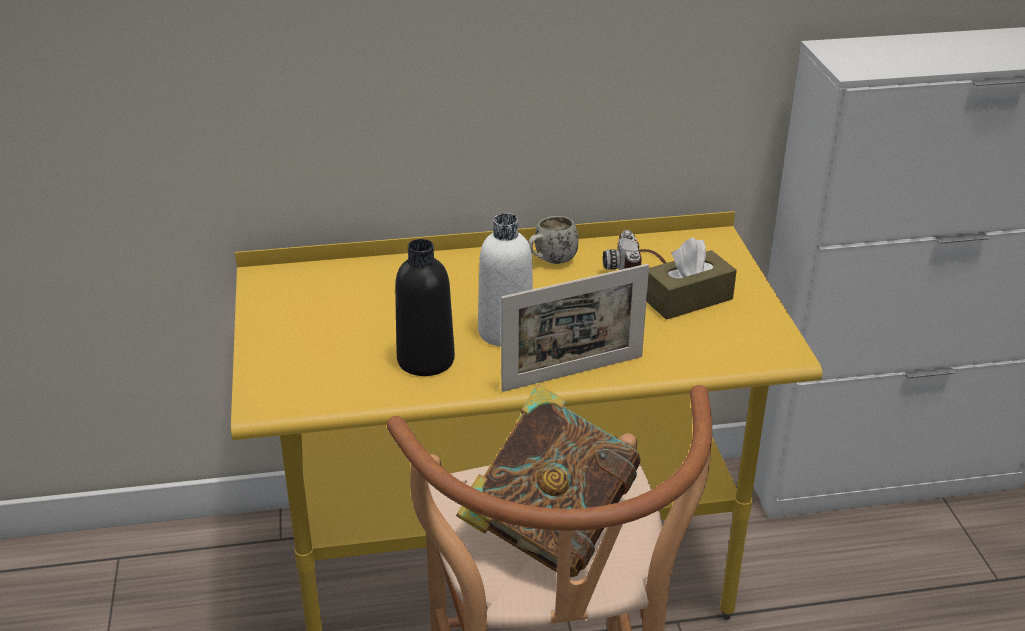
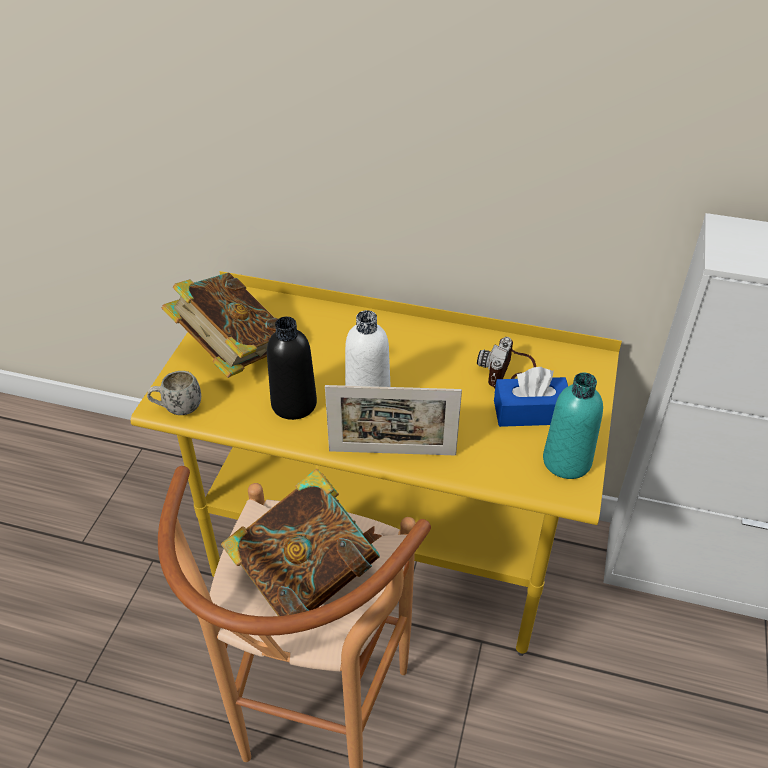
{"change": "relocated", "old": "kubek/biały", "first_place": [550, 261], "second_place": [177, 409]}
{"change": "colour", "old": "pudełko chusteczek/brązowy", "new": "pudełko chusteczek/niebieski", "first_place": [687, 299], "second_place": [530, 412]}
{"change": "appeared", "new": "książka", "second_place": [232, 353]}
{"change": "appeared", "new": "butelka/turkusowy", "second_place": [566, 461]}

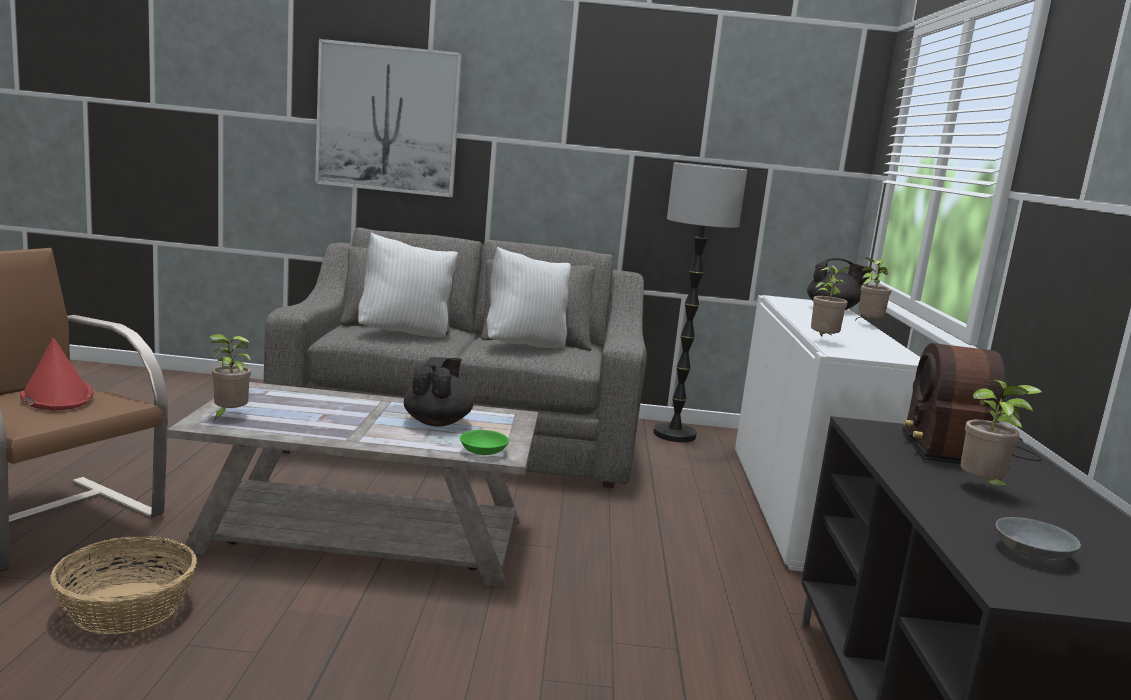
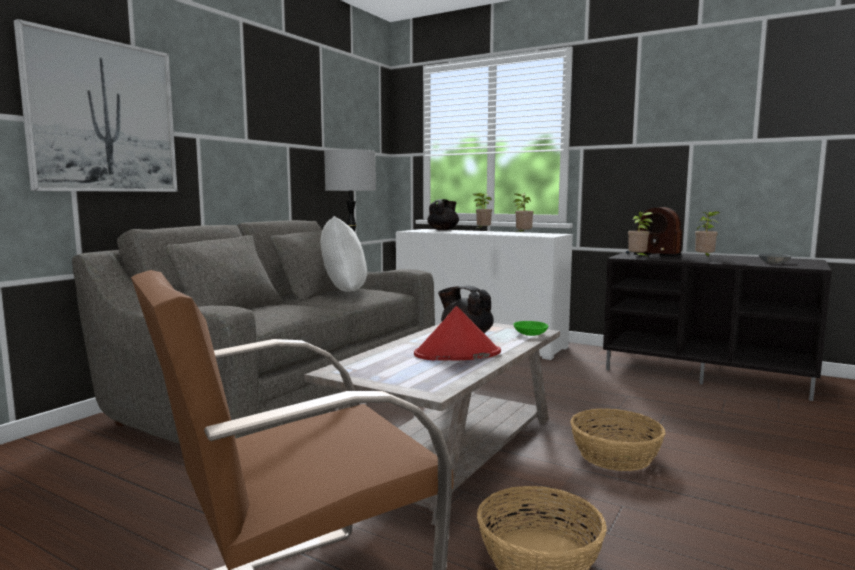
{"change": "relocated", "old": "kapelusz/czerwony", "first_place": [56, 396], "second_place": [457, 354]}
{"change": "relocated", "old": "roślina doniczkowa", "first_place": [229, 416], "second_place": [638, 258]}
{"change": "missing", "old": "poduszka/biały", "first_place": [405, 333]}
{"change": "appeared", "new": "koszyk", "second_place": [615, 455]}

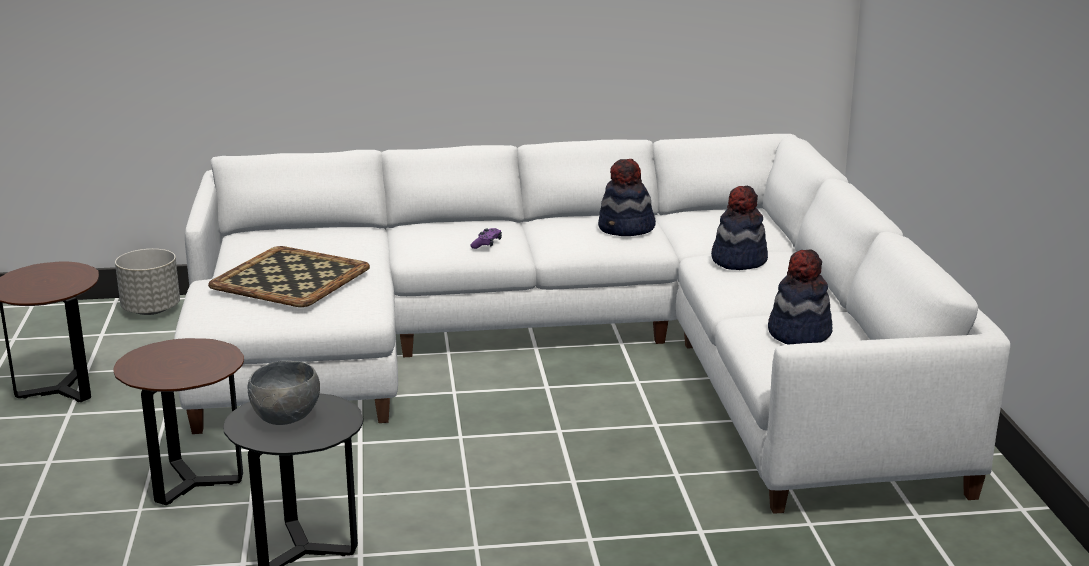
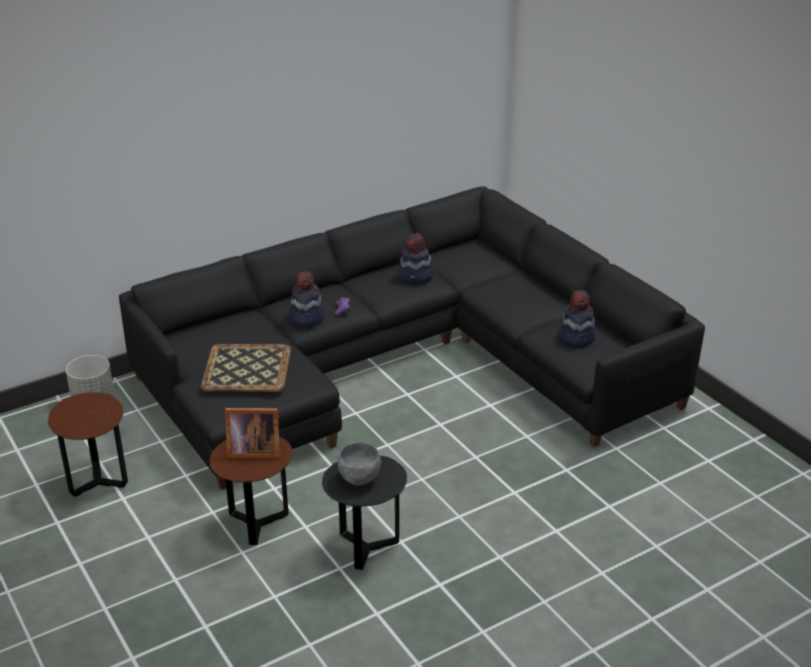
{"change": "colour", "old": "kanapa/biały", "new": "kanapa/czarny", "first_place": [577, 352], "second_place": [404, 363]}
{"change": "relocated", "old": "kapelusz", "first_place": [738, 260], "second_place": [306, 317]}
{"change": "appeared", "new": "ramka na zdjęcie", "second_place": [252, 450]}

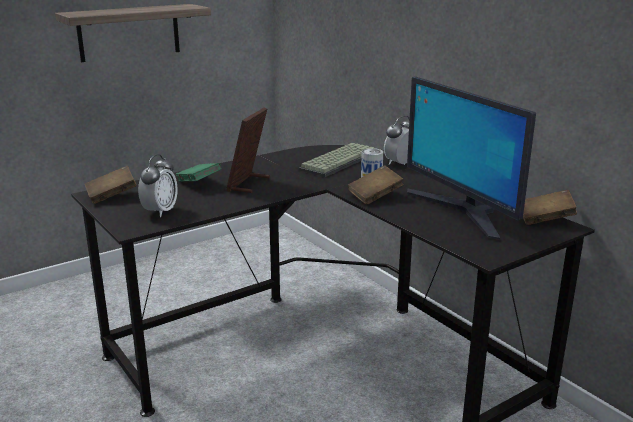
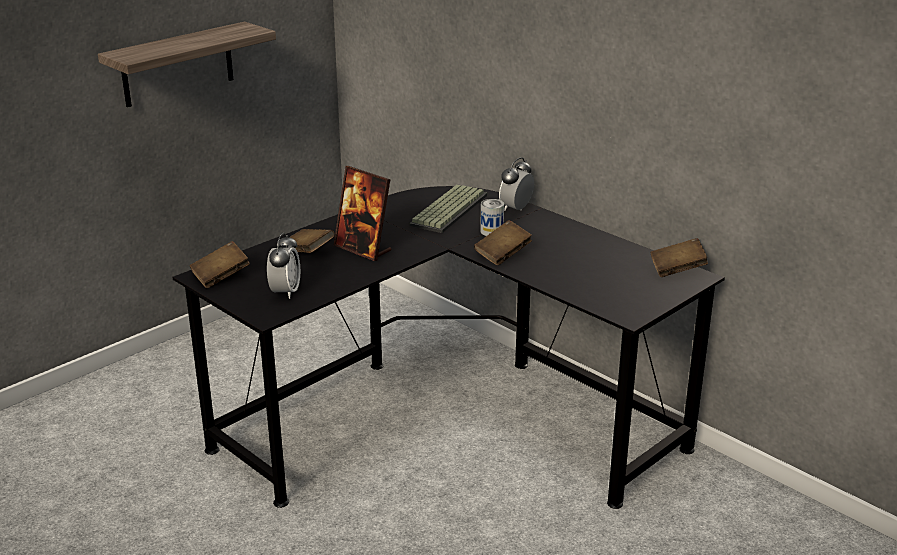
{"change": "colour", "old": "książka/zielony", "new": "książka/brązowy", "first_place": [199, 183], "second_place": [308, 252]}
{"change": "spun", "old": "ramka na zdjęcie", "first_place": [248, 184], "second_place": [363, 249], "degrees": -60}
{"change": "missing", "old": "monitor", "first_place": [462, 211]}

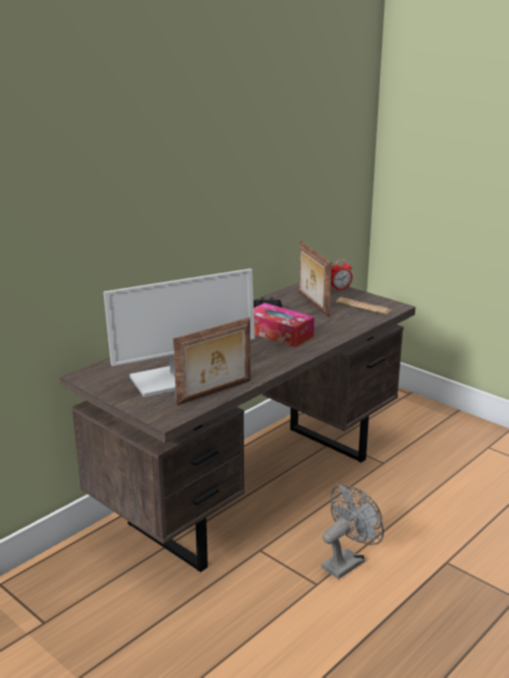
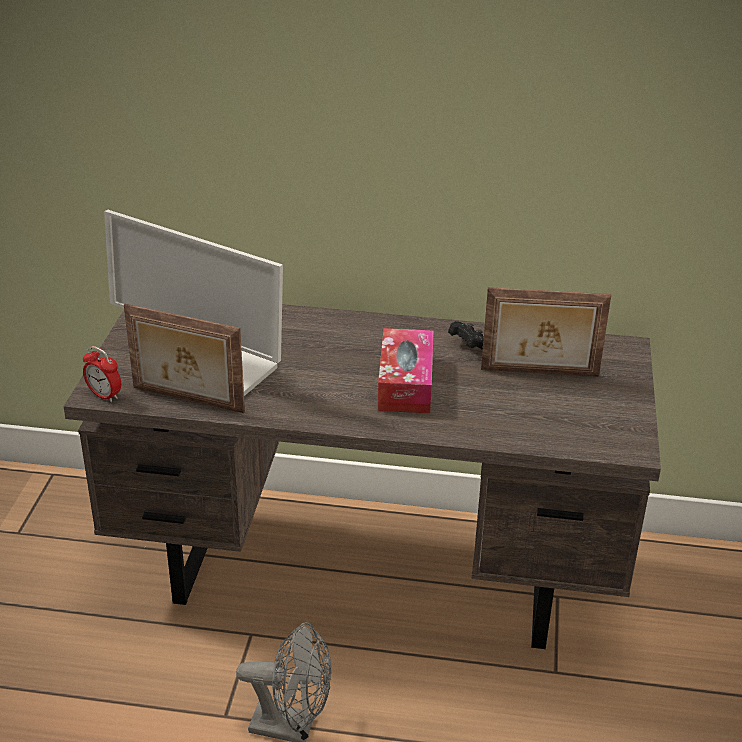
{"change": "spun", "old": "ramka na zdjęcie", "first_place": [312, 304], "second_place": [539, 373], "degrees": -120}
{"change": "relocated", "old": "budzik", "first_place": [340, 289], "second_place": [104, 395]}
{"change": "missing", "old": "gazeta", "first_place": [363, 307]}

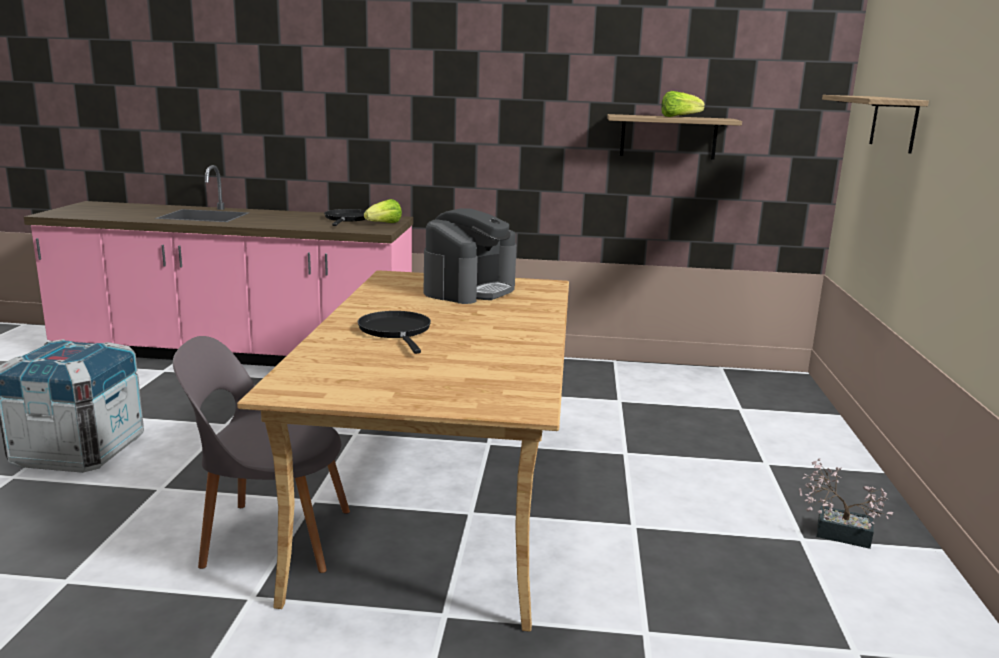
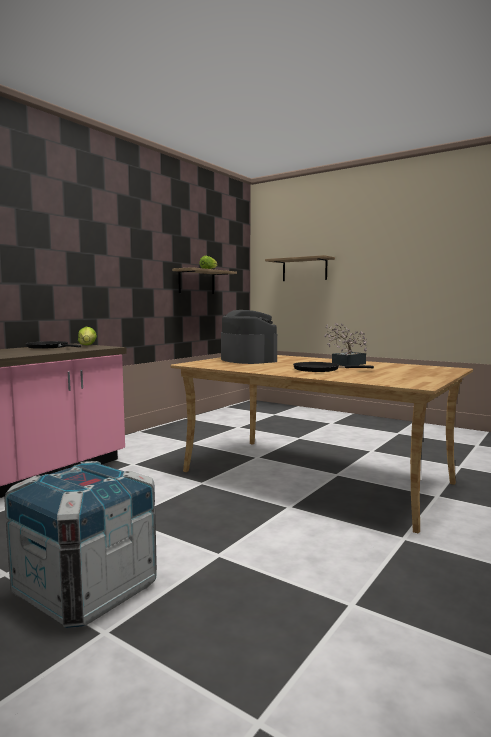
{"change": "missing", "old": "krzesło/szary", "first_place": [271, 537]}
{"change": "relocated", "old": "roślina doniczkowa", "first_place": [835, 532], "second_place": [345, 364]}

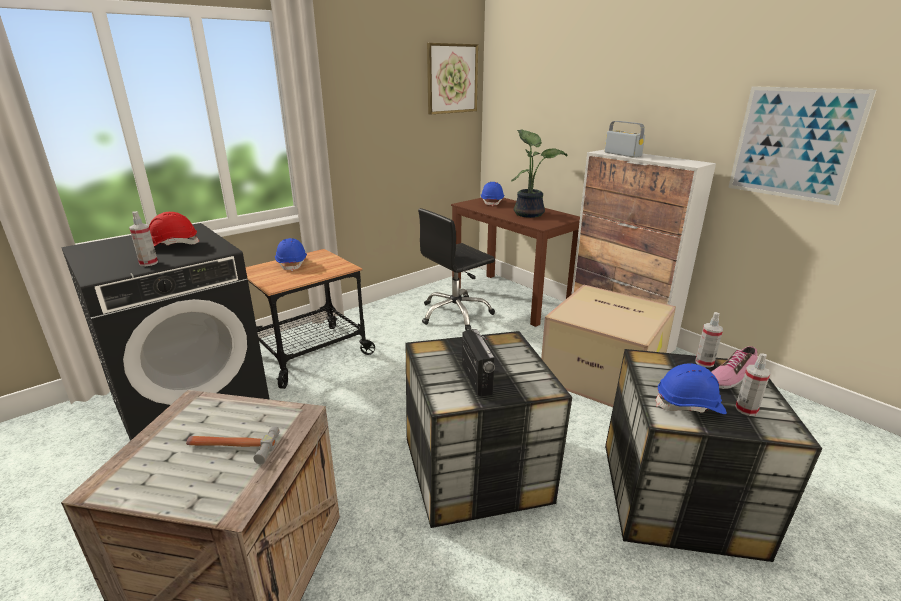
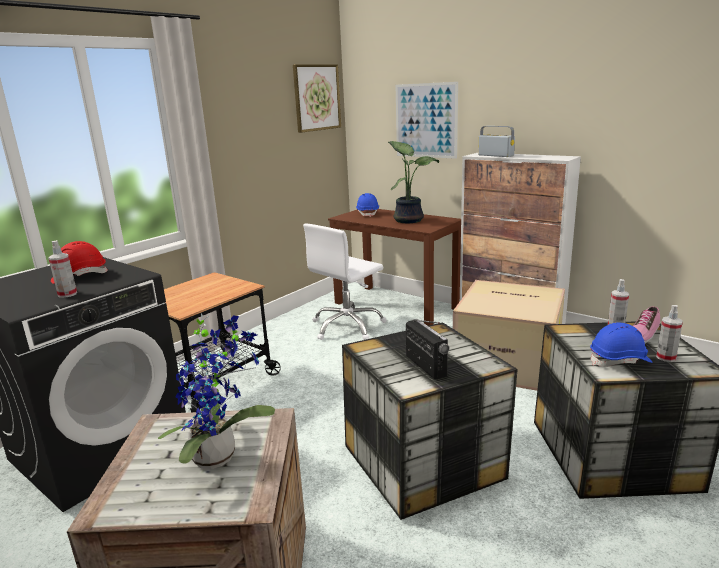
{"change": "exchanged", "old": "młotek", "new": "roślina doniczkowa", "first_place": [232, 447], "second_place": [220, 456]}
{"change": "missing", "old": "kask/niebieski", "first_place": [292, 264]}
{"change": "colour", "old": "krzesło biurowe/czarny", "new": "krzesło biurowe/biały", "first_place": [455, 314], "second_place": [347, 326]}
{"change": "relocated", "old": "obraz", "first_place": [794, 144], "second_place": [426, 120]}

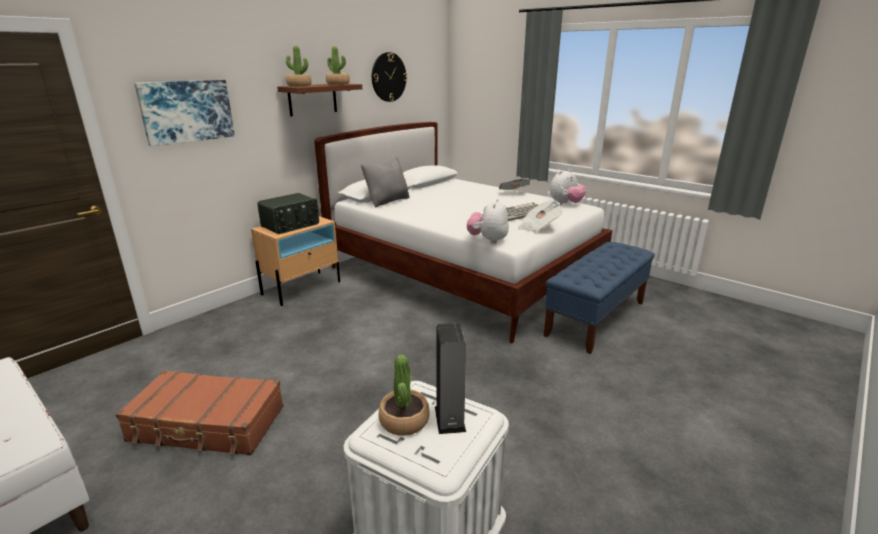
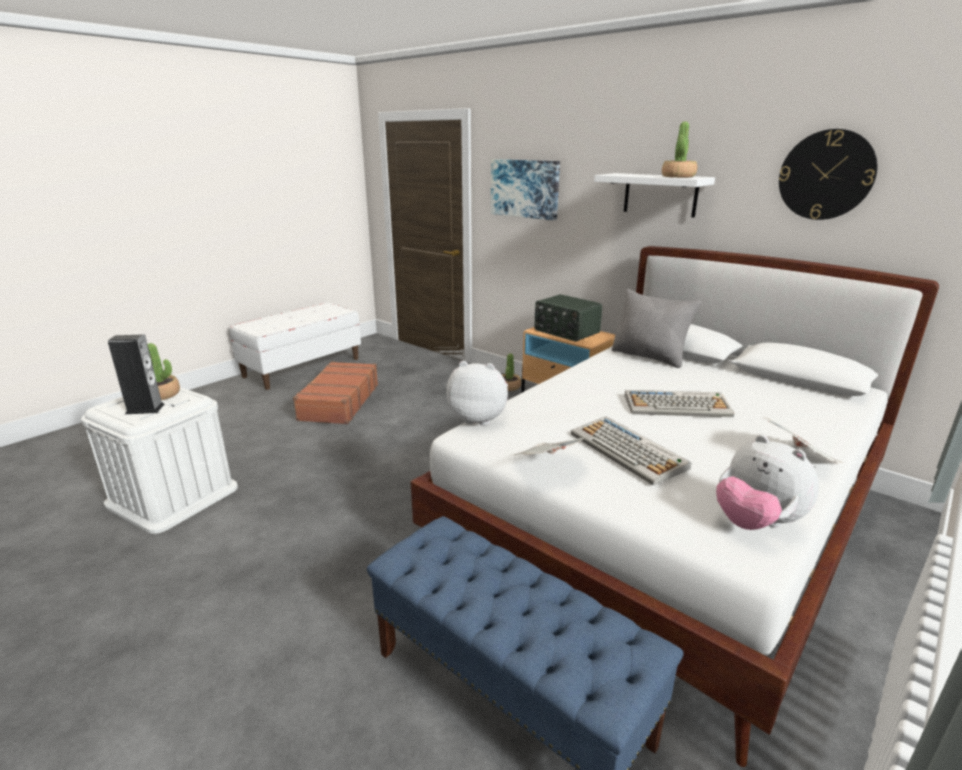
{"change": "colour", "old": "półka/brązowy", "new": "półka/biały", "first_place": [312, 99], "second_place": [660, 194]}
{"change": "relocated", "old": "roślina doniczkowa", "first_place": [299, 86], "second_place": [509, 387]}
{"change": "appeared", "new": "klawiatura", "second_place": [677, 405]}

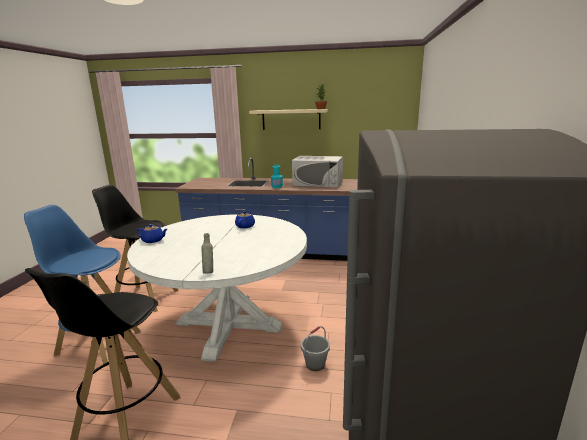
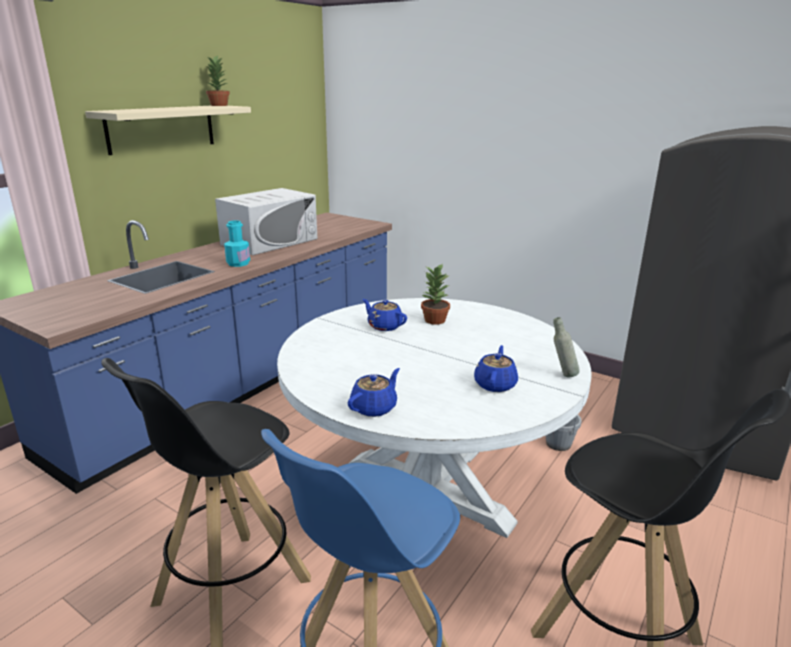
{"change": "appeared", "new": "roślina doniczkowa", "second_place": [434, 320]}
{"change": "appeared", "new": "imbryk/niebieski", "second_place": [495, 384]}

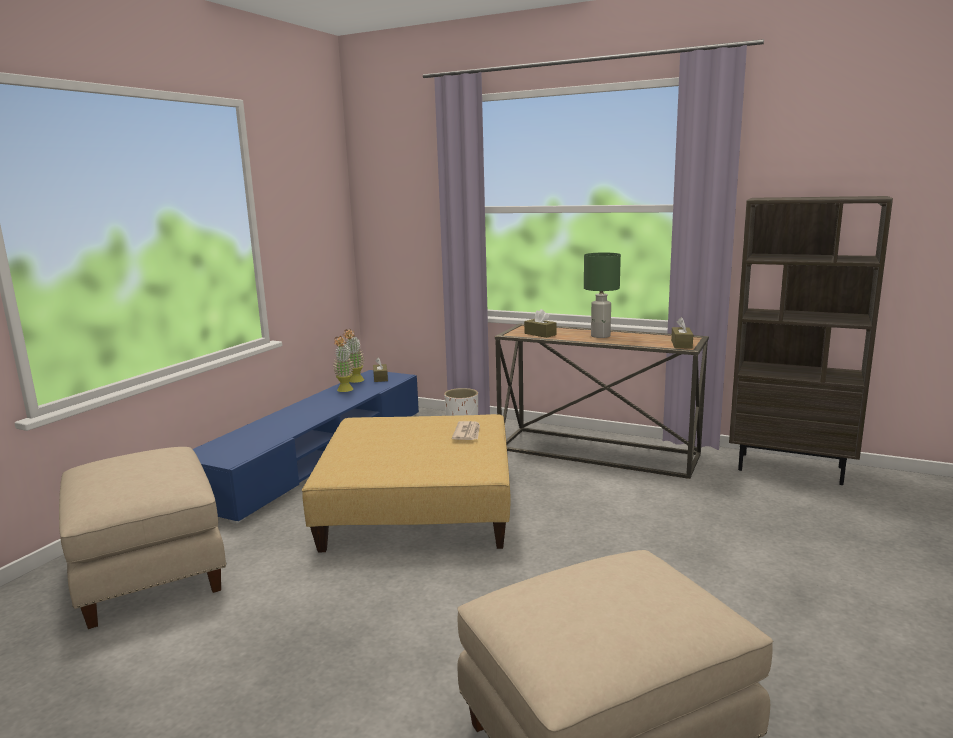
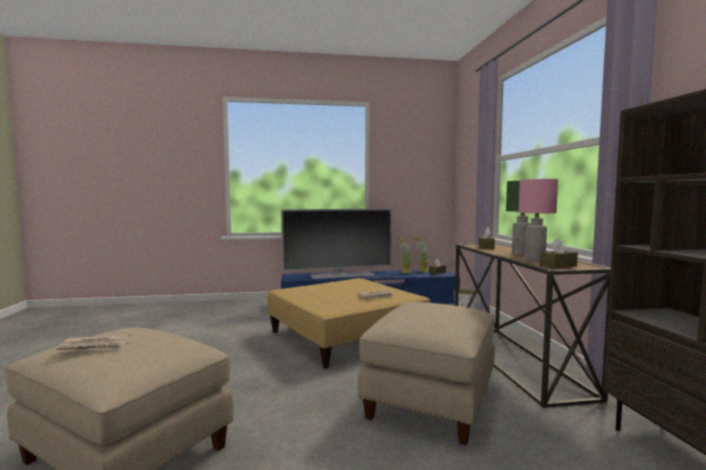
{"change": "relocated", "old": "pufa/beżowy", "first_place": [151, 571], "second_place": [432, 400]}
{"change": "appeared", "new": "gazeta", "second_place": [95, 347]}
{"change": "appeared", "new": "telewizor", "second_place": [341, 275]}
{"change": "appeared", "new": "lampa stołowa/różowy", "second_place": [534, 260]}

